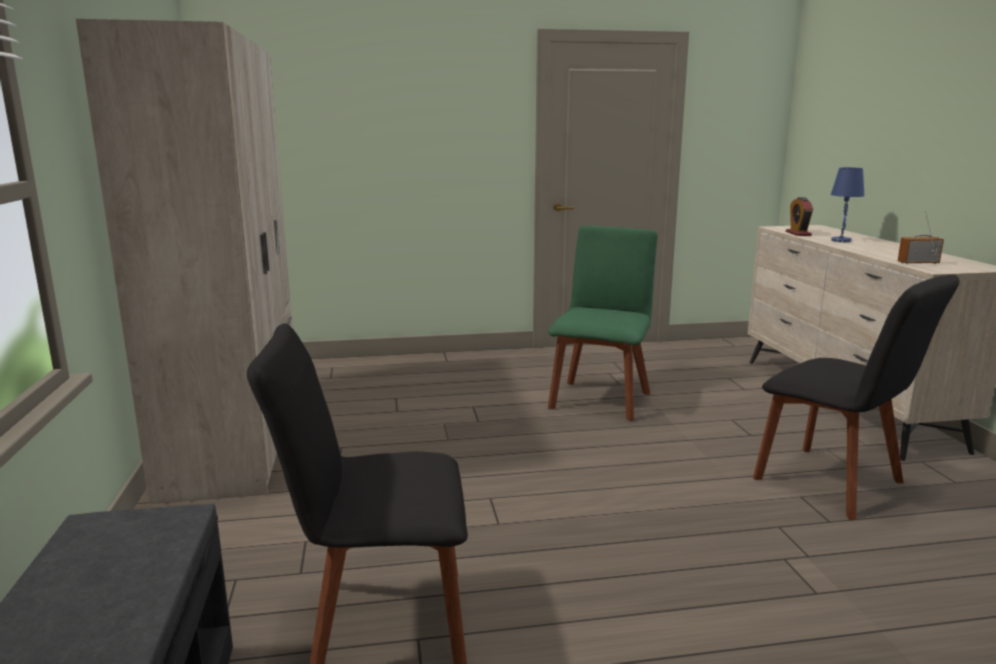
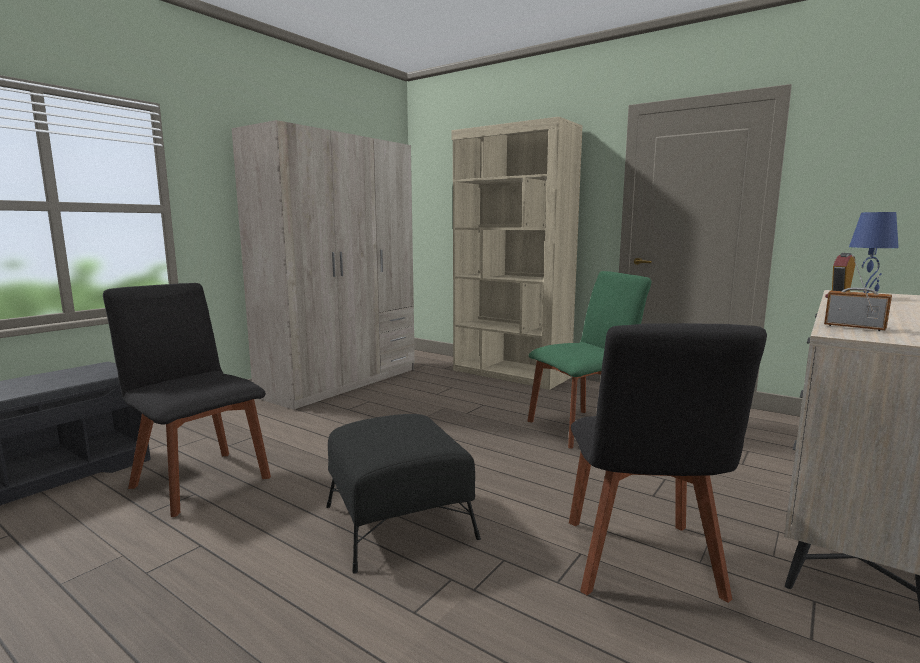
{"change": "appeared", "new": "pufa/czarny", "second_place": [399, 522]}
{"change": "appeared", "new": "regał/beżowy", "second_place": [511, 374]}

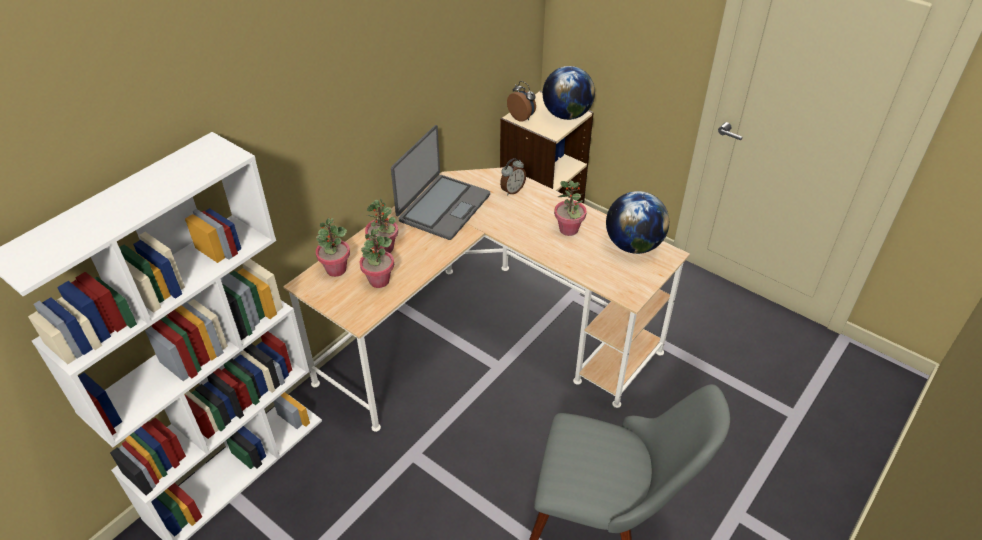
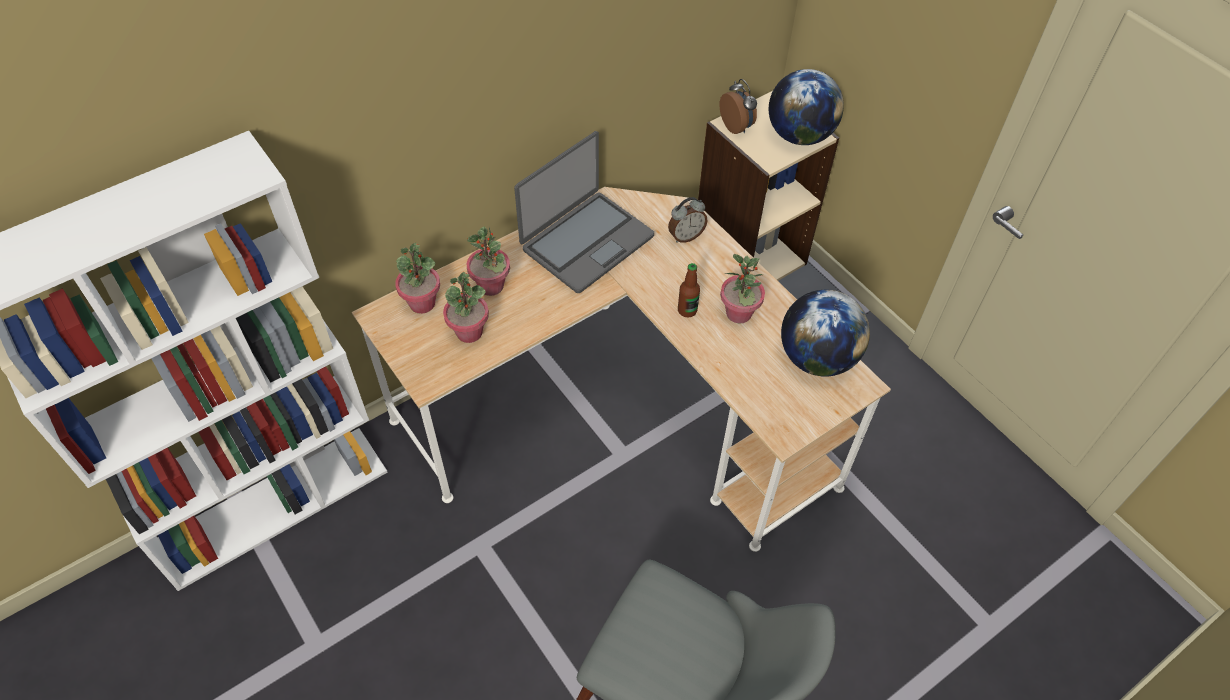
{"change": "appeared", "new": "butelka", "second_place": [687, 310]}

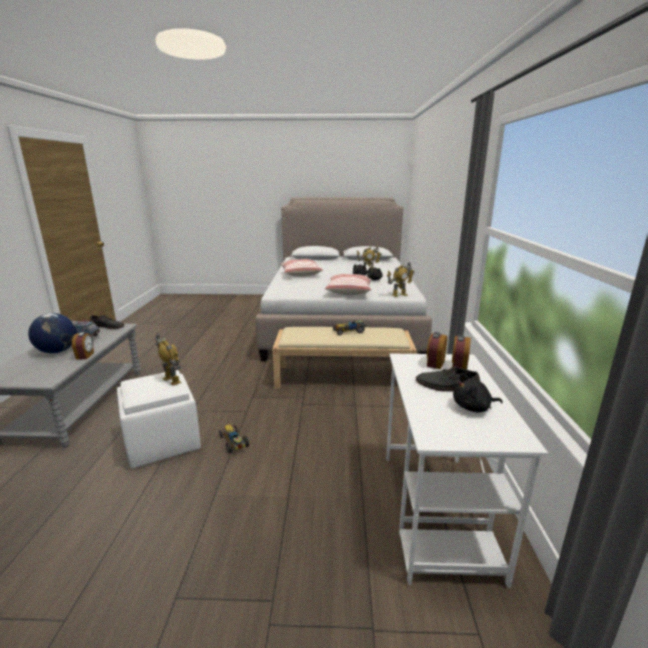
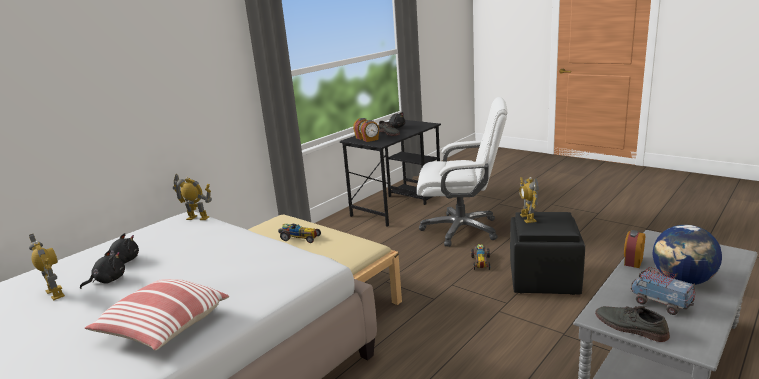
{"change": "colour", "old": "pufa/biały", "new": "pufa/czarny", "first_place": [161, 442], "second_place": [544, 279]}
{"change": "missing", "old": "poduszka", "first_place": [348, 291]}
{"change": "colour", "old": "biurko/biały", "new": "biurko/czarny", "first_place": [437, 512], "second_place": [397, 205]}
{"change": "appeared", "new": "krzesło biurowe/biały", "second_place": [461, 229]}

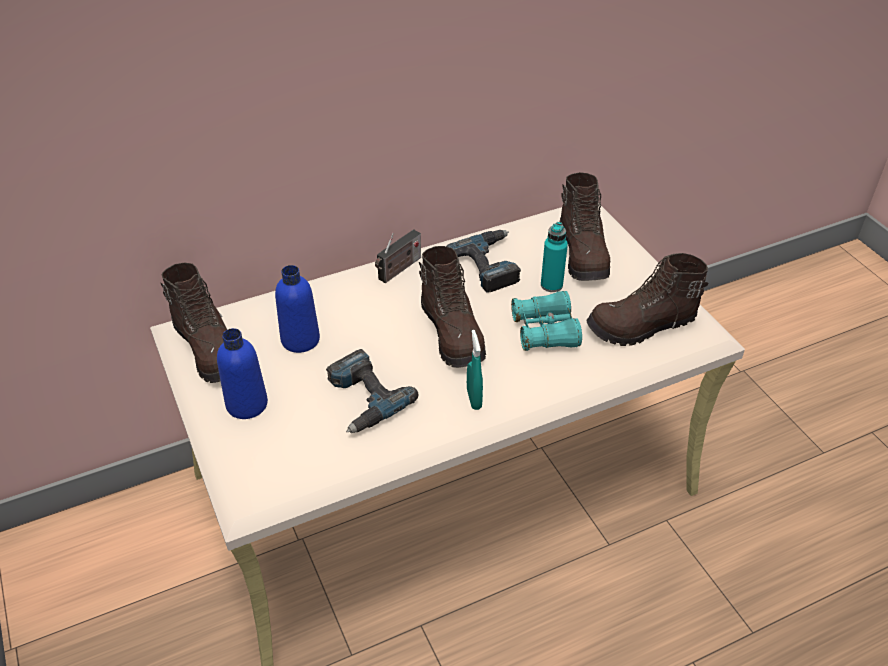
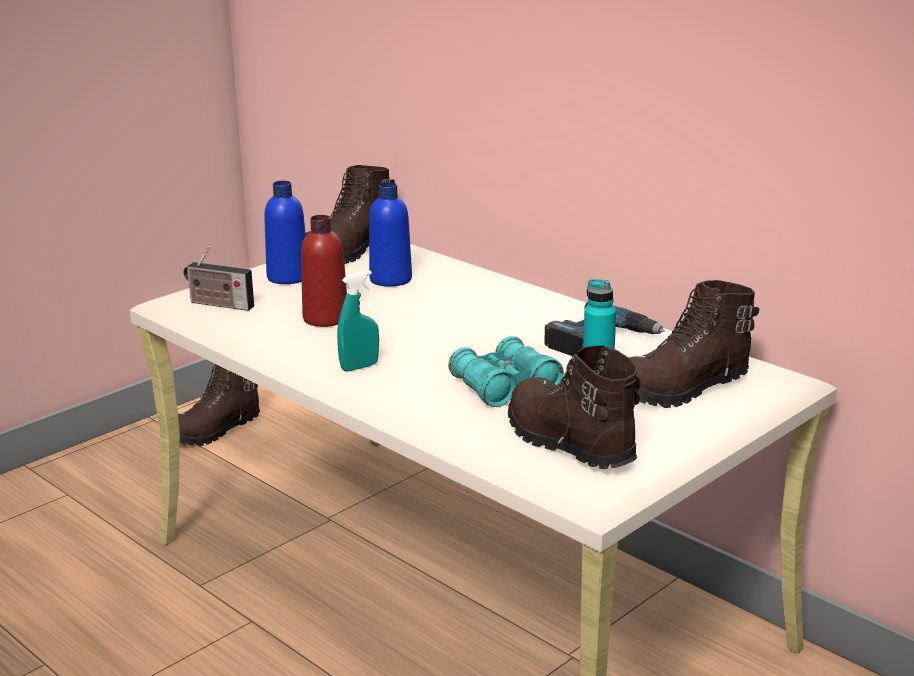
{"change": "exchanged", "old": "wiertarka", "new": "butelka/czerwony", "first_place": [363, 398], "second_place": [325, 318]}
{"change": "relocated", "old": "radio", "first_place": [398, 270], "second_place": [218, 304]}
{"change": "relocated", "old": "but z cholewką/brązowy", "first_place": [453, 334], "second_place": [214, 431]}

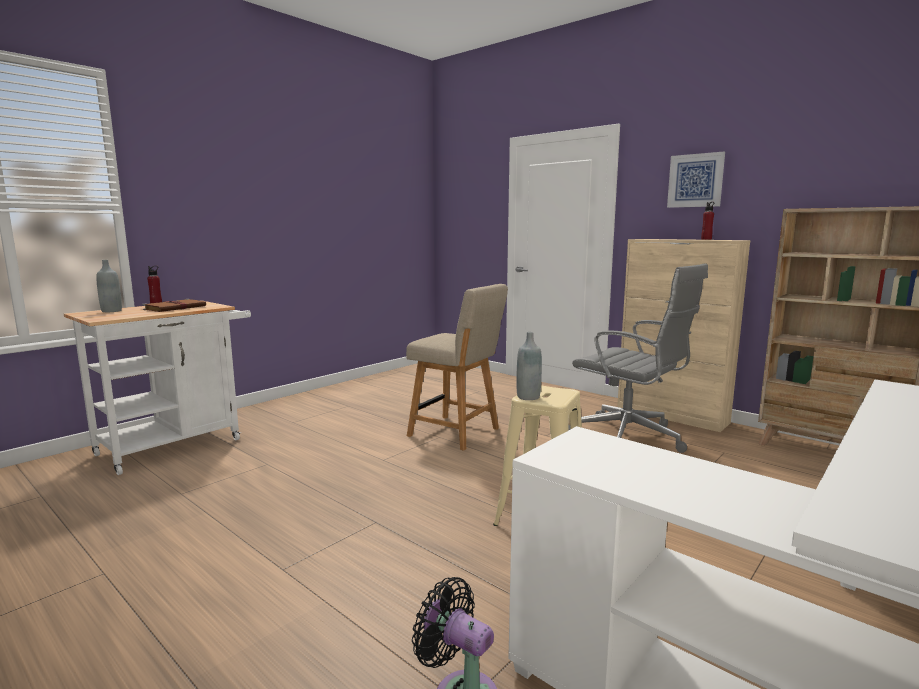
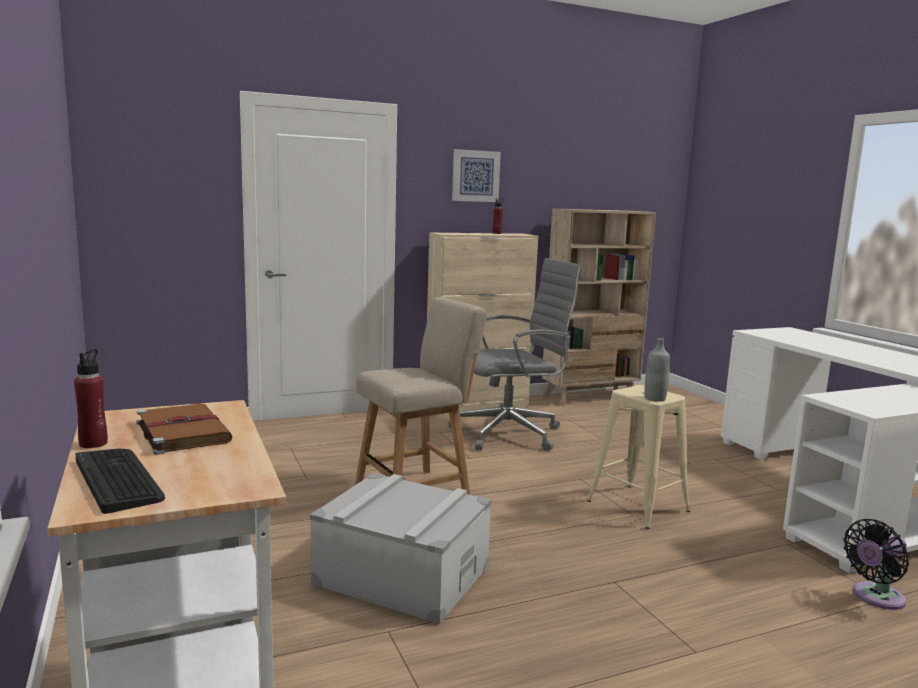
{"change": "exchanged", "old": "butelka/szary", "new": "klawiatura", "first_place": [111, 311], "second_place": [118, 479]}
{"change": "appeared", "new": "pojemnik do przechowywania/szary", "second_place": [402, 575]}

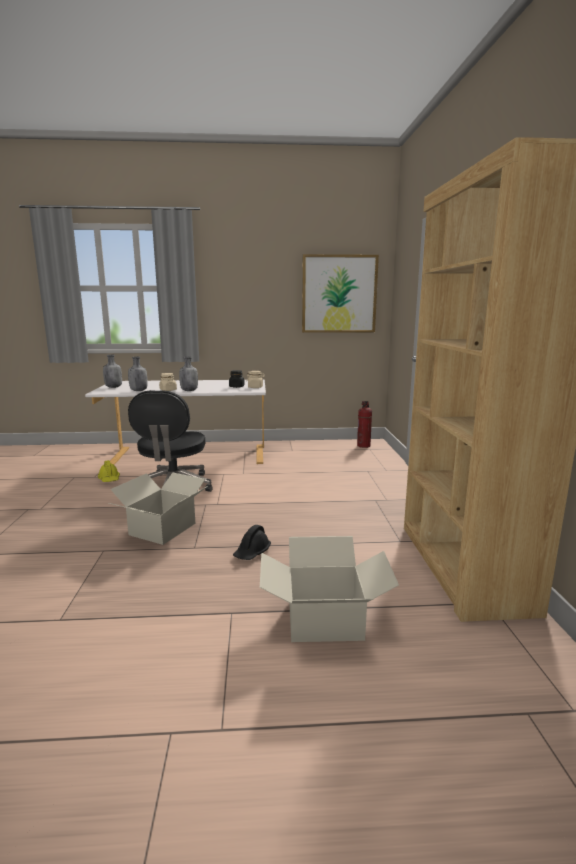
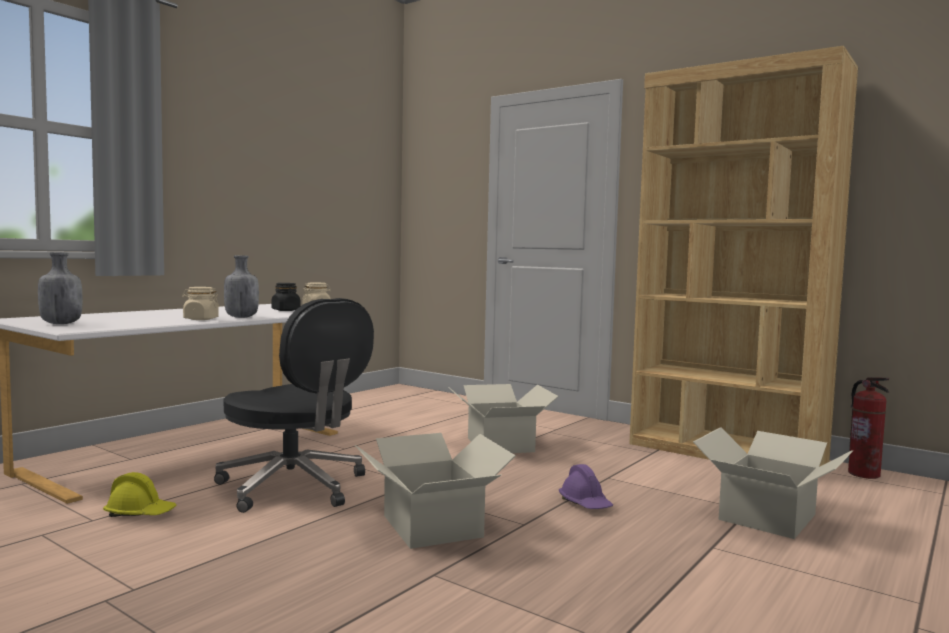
{"change": "missing", "old": "butelka/szary", "first_place": [138, 390]}
{"change": "colour", "old": "kask/czarny", "new": "kask/fioletowy", "first_place": [252, 552], "second_place": [585, 504]}
{"change": "missing", "old": "obraz", "first_place": [339, 294]}
{"change": "relocated", "old": "gaśnica", "first_place": [364, 446], "second_place": [864, 474]}
{"change": "appeared", "new": "karton", "second_place": [501, 444]}

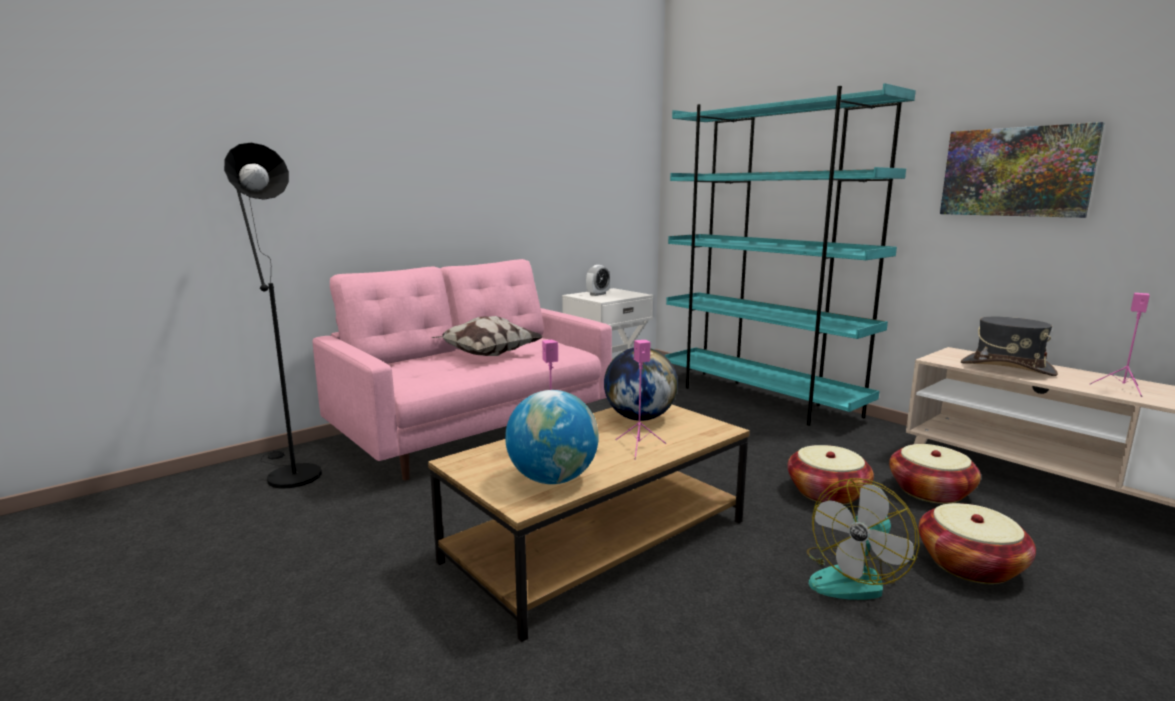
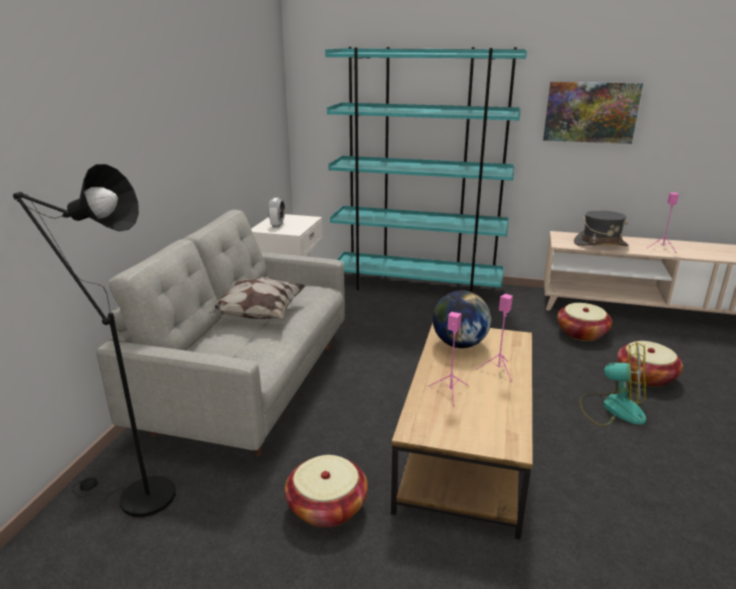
{"change": "colour", "old": "kanapa/różowy", "new": "kanapa/szary", "first_place": [474, 431], "second_place": [250, 385]}
{"change": "missing", "old": "globus", "first_place": [552, 479]}
{"change": "relocated", "old": "koszyk", "first_place": [827, 493], "second_place": [327, 507]}
{"change": "spun", "old": "wentylator", "first_place": [853, 578], "second_place": [612, 408], "degrees": -75}

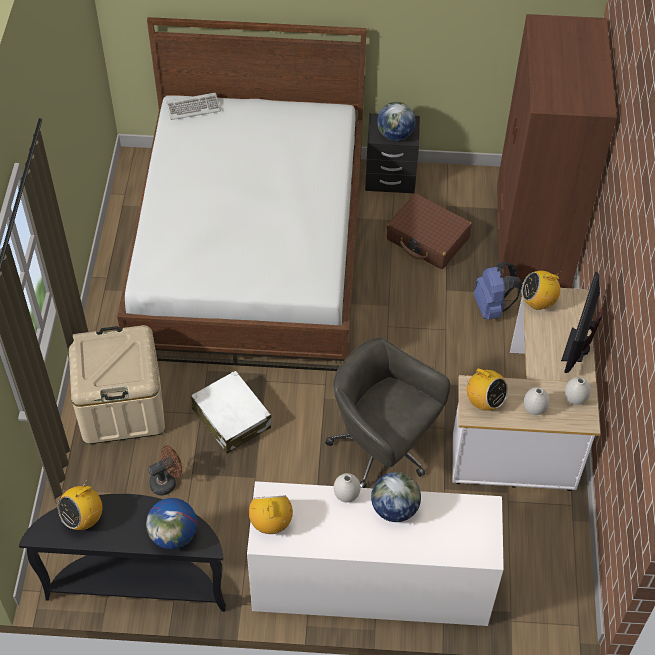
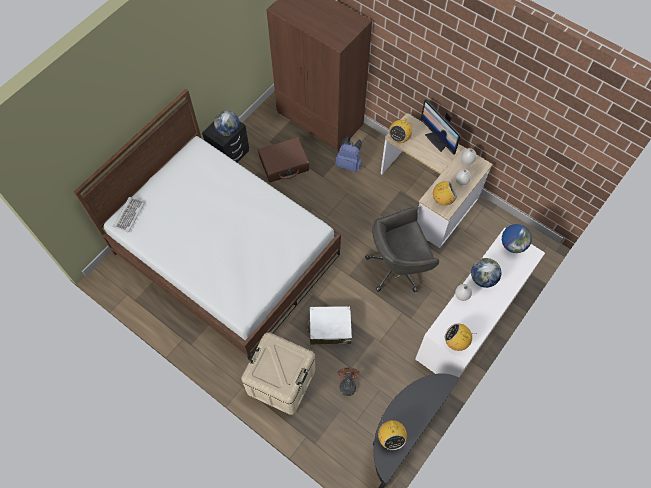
{"change": "relocated", "old": "globus", "first_place": [174, 535], "second_place": [513, 245]}

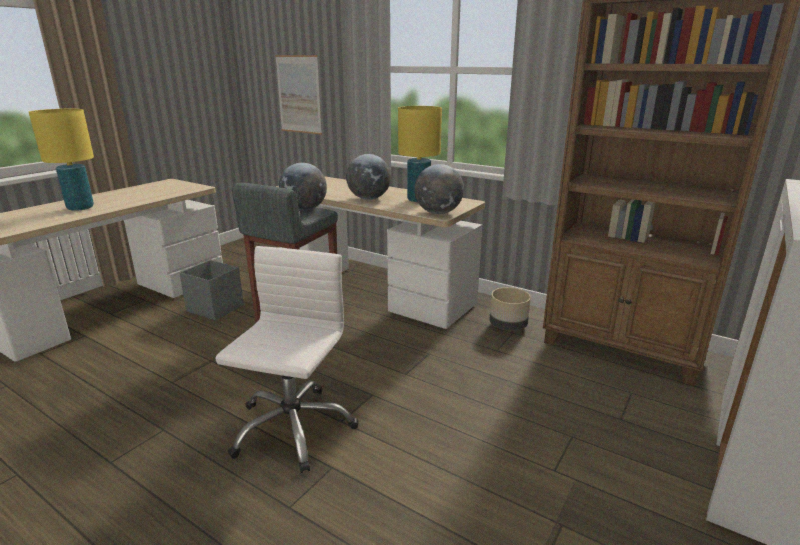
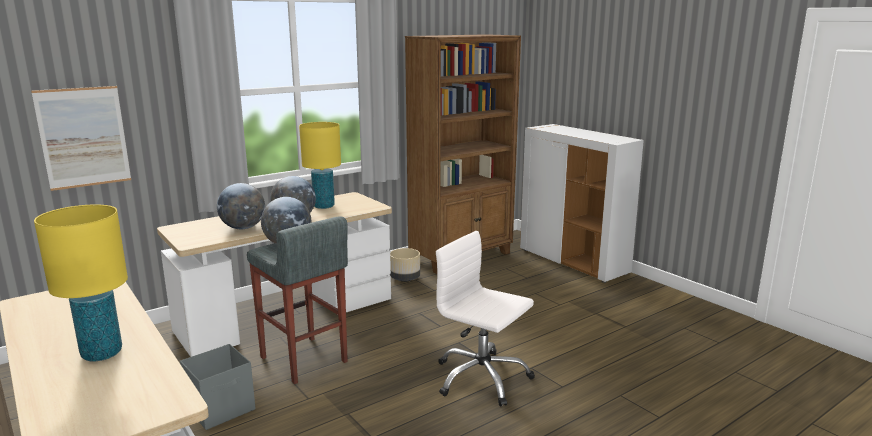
{"change": "relocated", "old": "globus", "first_place": [438, 213], "second_place": [243, 228]}

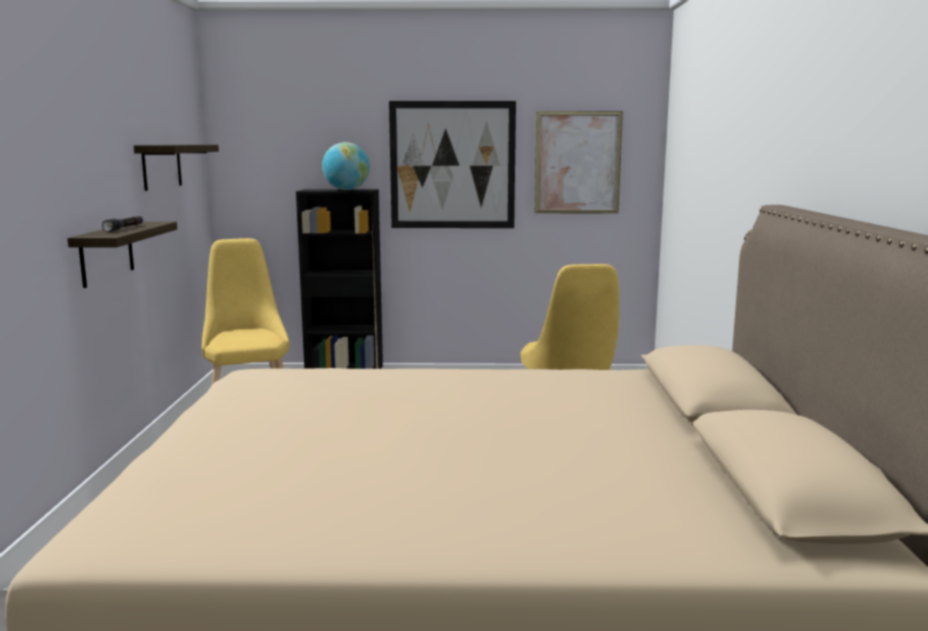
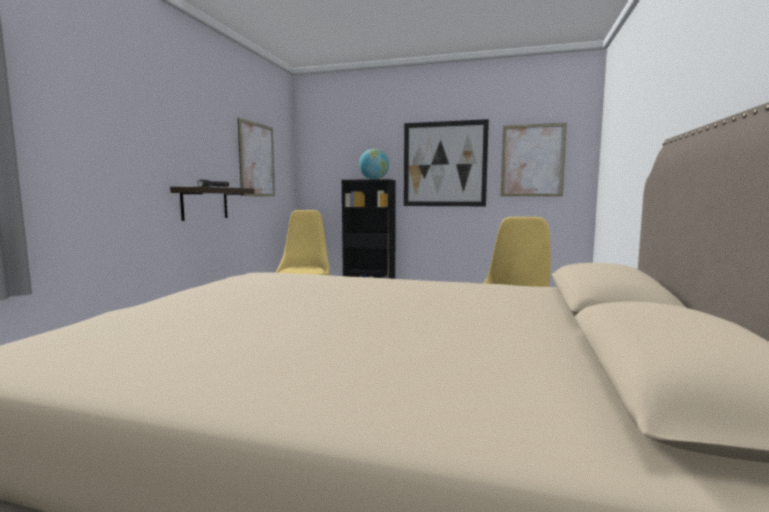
{"change": "exchanged", "old": "półka", "new": "obraz", "first_place": [161, 166], "second_place": [257, 160]}

